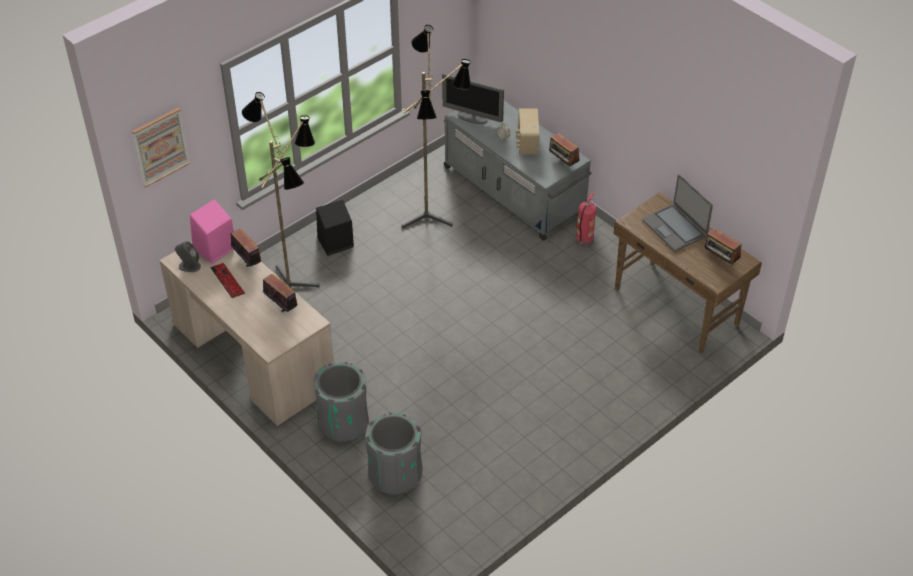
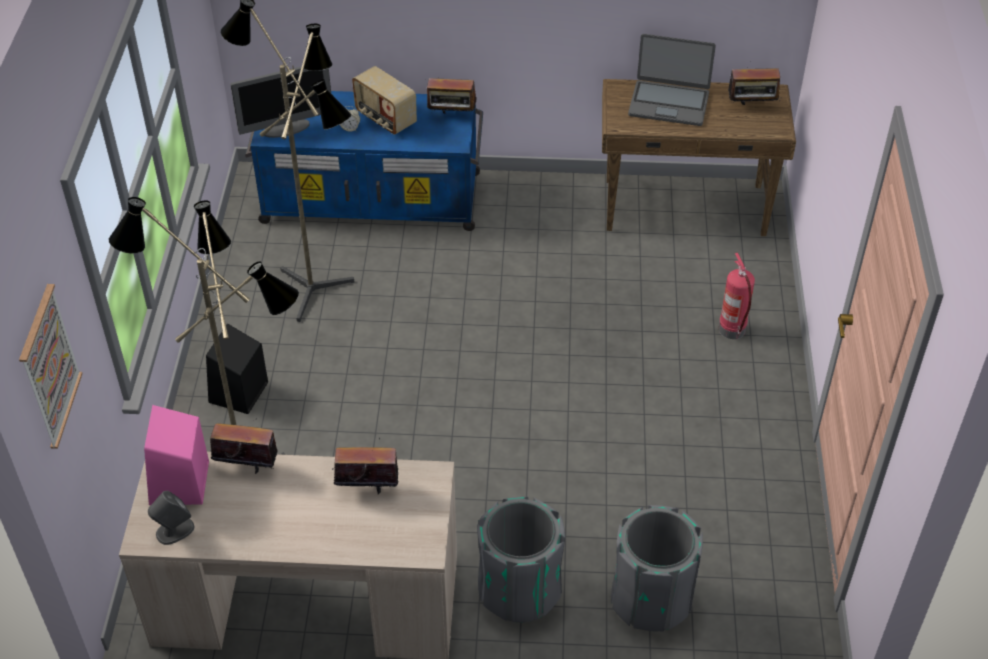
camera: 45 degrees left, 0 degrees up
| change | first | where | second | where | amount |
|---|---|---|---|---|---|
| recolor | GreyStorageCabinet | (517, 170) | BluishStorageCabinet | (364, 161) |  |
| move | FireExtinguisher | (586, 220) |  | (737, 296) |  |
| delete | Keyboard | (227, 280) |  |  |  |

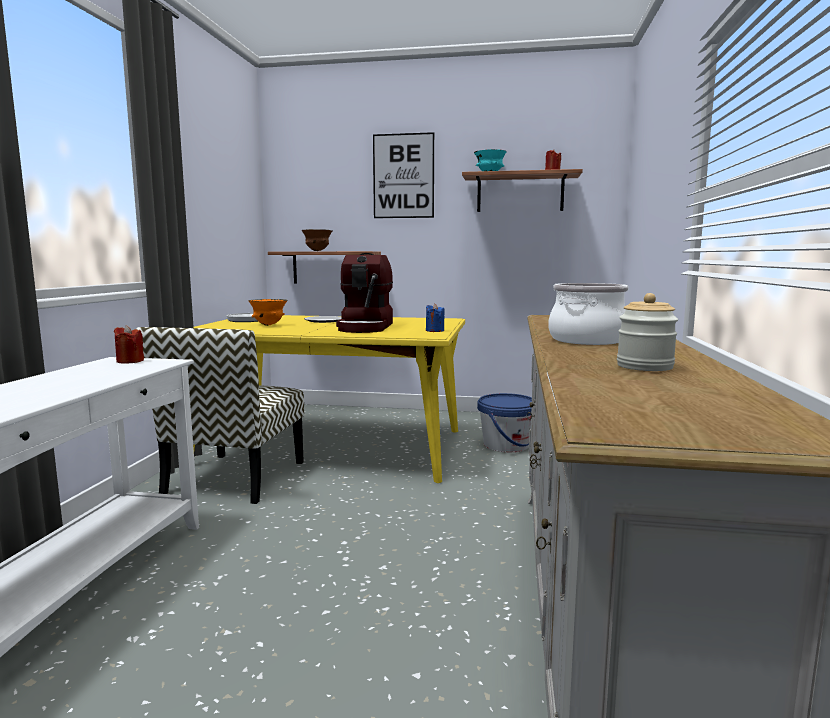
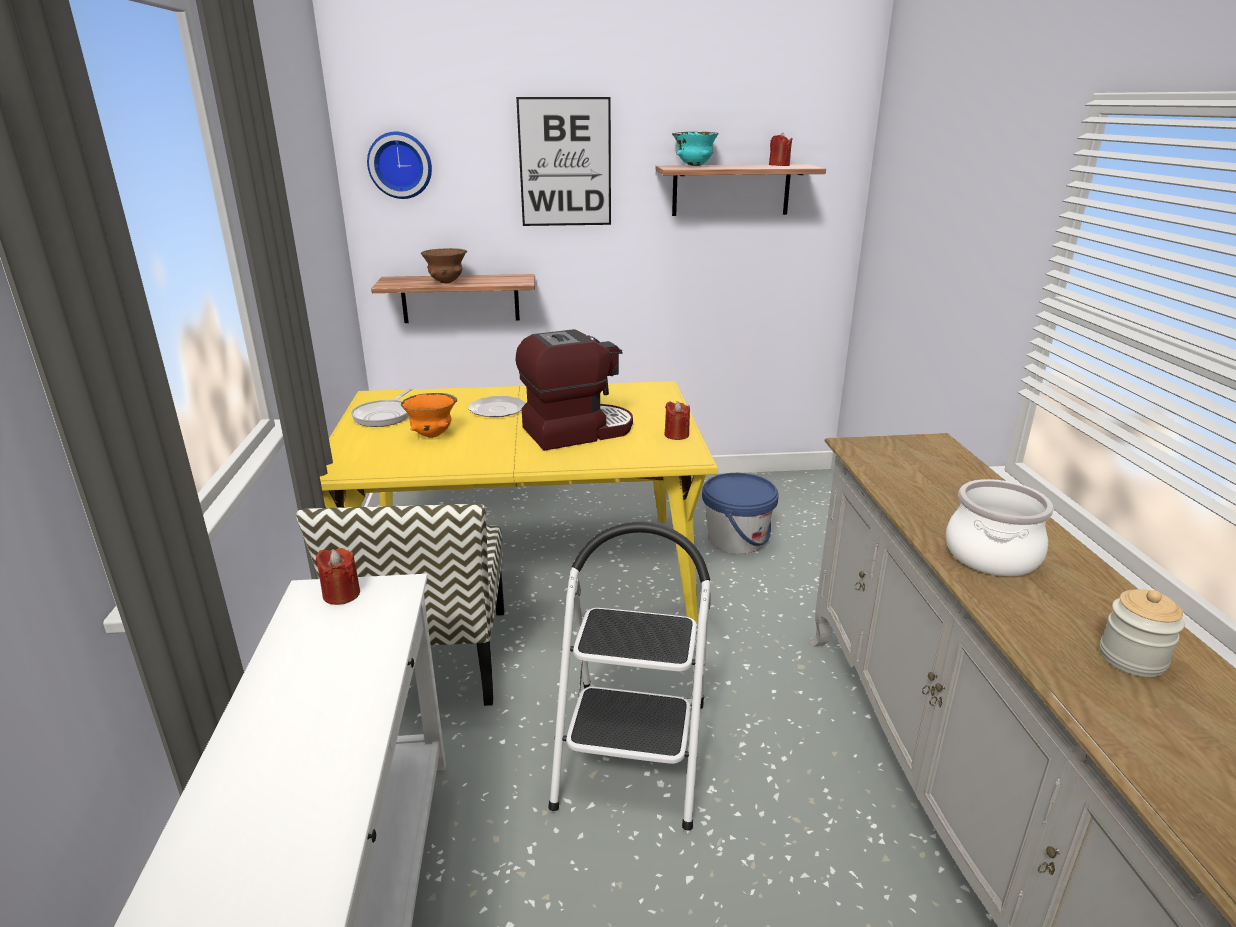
camera: 15 degrees left, 15 degrees up
| change | first | where | second | where | amount |
|---|---|---|---|---|---|
| rotate | CoffeeMachine | (364, 293) |  | (574, 390) | 105 degrees counterclockwise |
| recolor | BluishWaxCandle | (435, 317) | RedWaxCandle | (677, 420) |  |
| insert |  |  | ClockOnTheWall | (399, 165) |  |
| insert |  |  | Stepladder | (629, 676) |  |

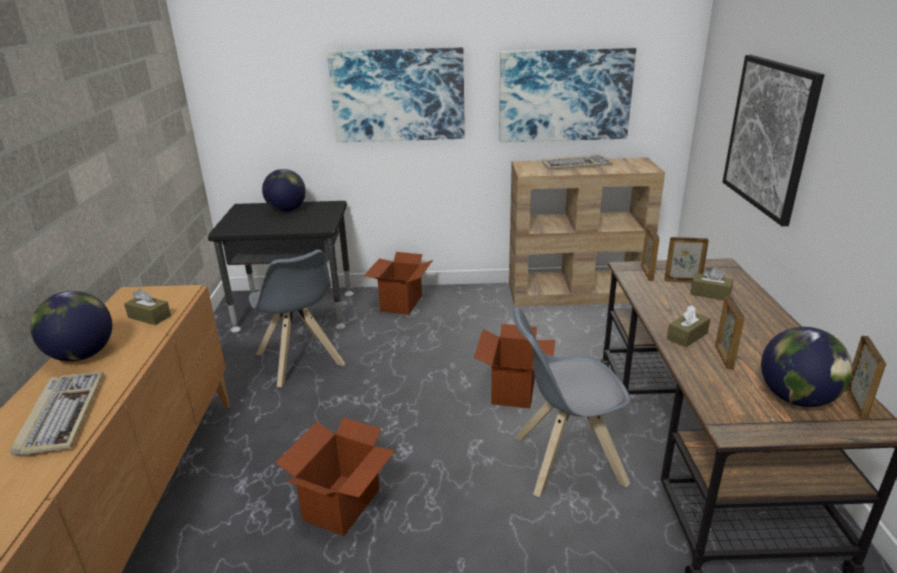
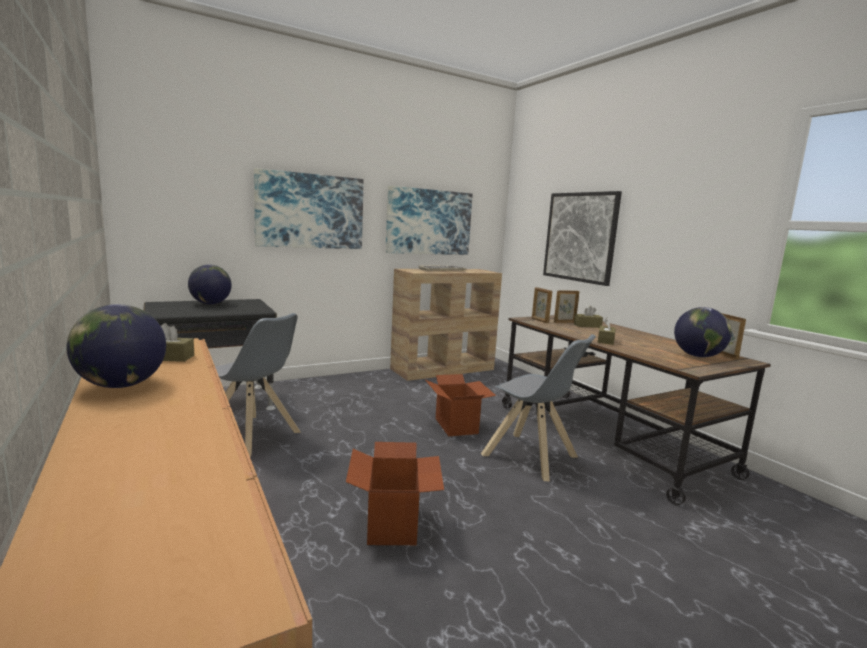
camera: 30 degrees left, 15 degrees down
| change | first | where | second | where | amount |
|---|---|---|---|---|---|
| delete | PackingBox | (398, 283) |  |  |  |
| delete | StandingFrame | (730, 332) |  |  |  |
| rotate | GreyUprightChair | (572, 402) |  | (538, 407) | 105 degrees counterclockwise |
| delete | Keyboard | (57, 413) |  |  |  |

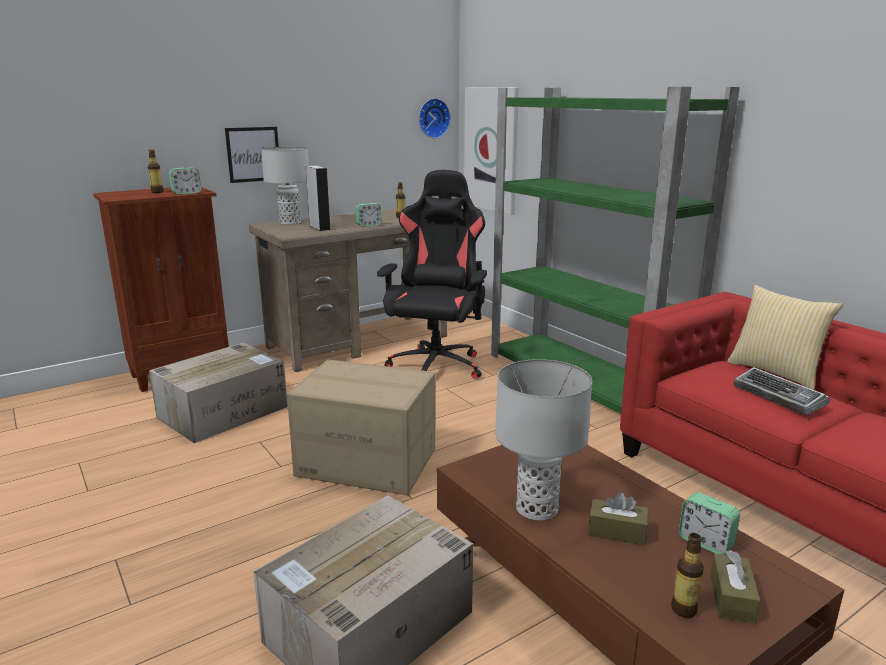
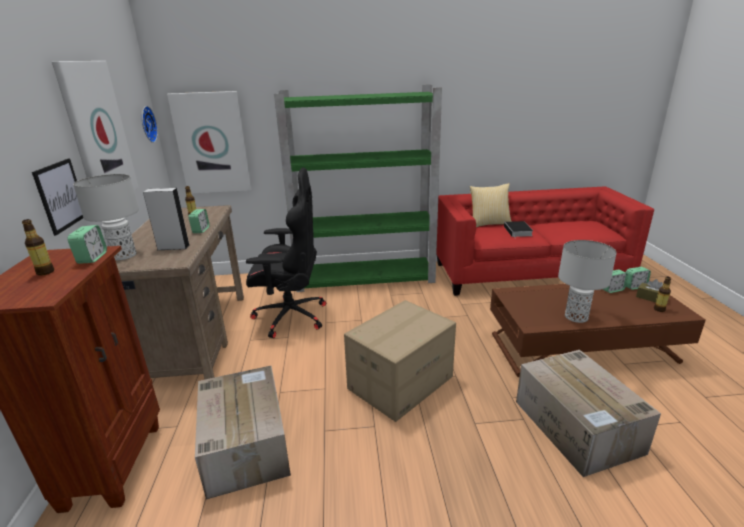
camera: 60 degrees left, 5 degrees up
| change | first | where | second | where | amount |
|---|---|---|---|---|---|
| rotate | BlackColouredComputerChair | (432, 274) |  | (286, 252) | 135 degrees clockwise |
| replace | Keyboard | (782, 391) | Book | (518, 230) |  |
| delete | BrownTissueBox | (618, 518) |  |  |  |
| insert |  |  | Picture | (95, 125) |  |
| insert |  |  | TableClock | (638, 278) |  |

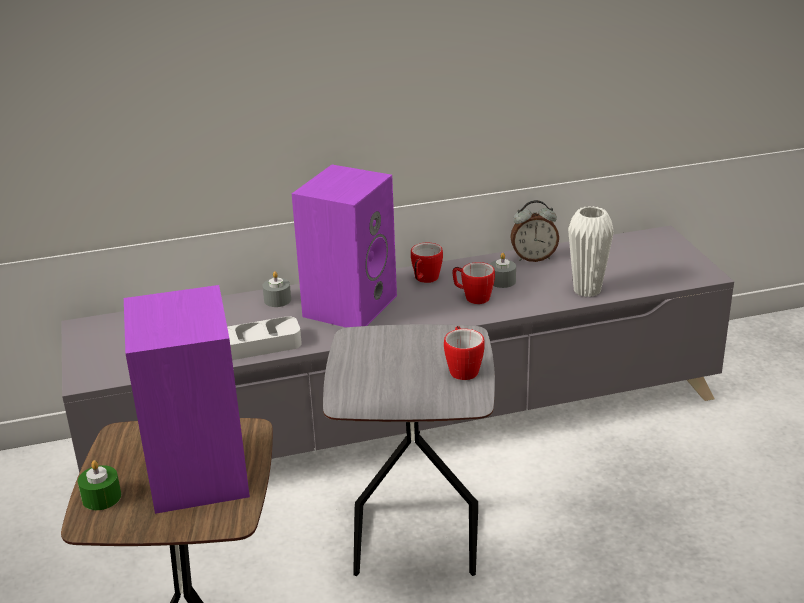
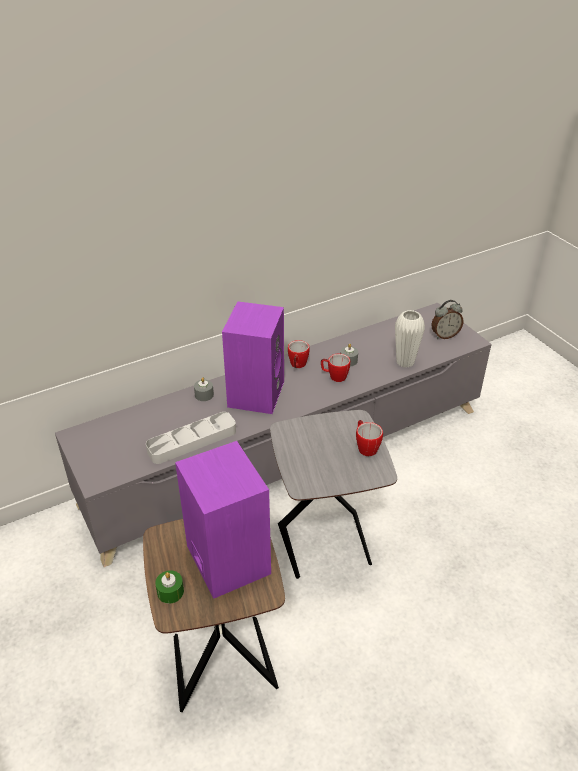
camera: 15 degrees left, 10 degrees up
| change | first | where | second | where | amount |
|---|---|---|---|---|---|
| move | TableClock | (535, 231) |  | (447, 319) |  |

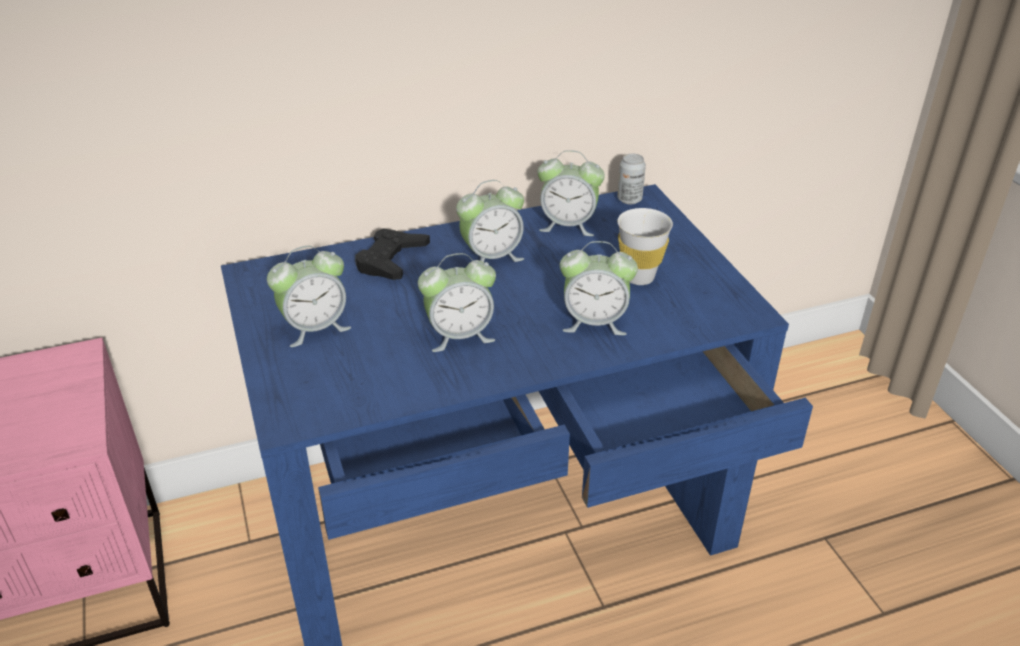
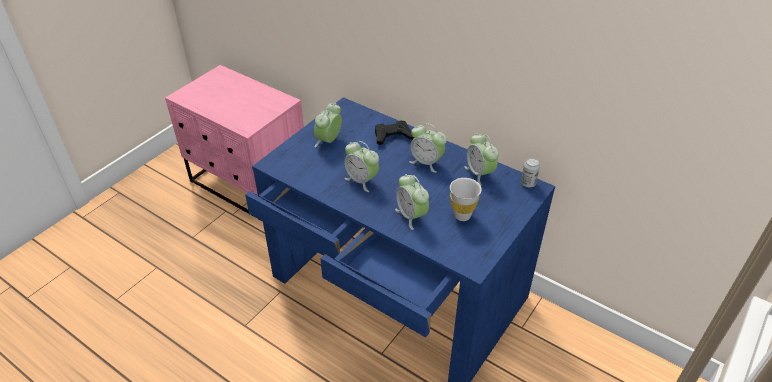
camera: 55 degrees right, 5 degrees up
| change | first | where | second | where | amount |
|---|---|---|---|---|---|
| rotate | TableClock | (309, 296) |  | (328, 125) | 90 degrees clockwise |

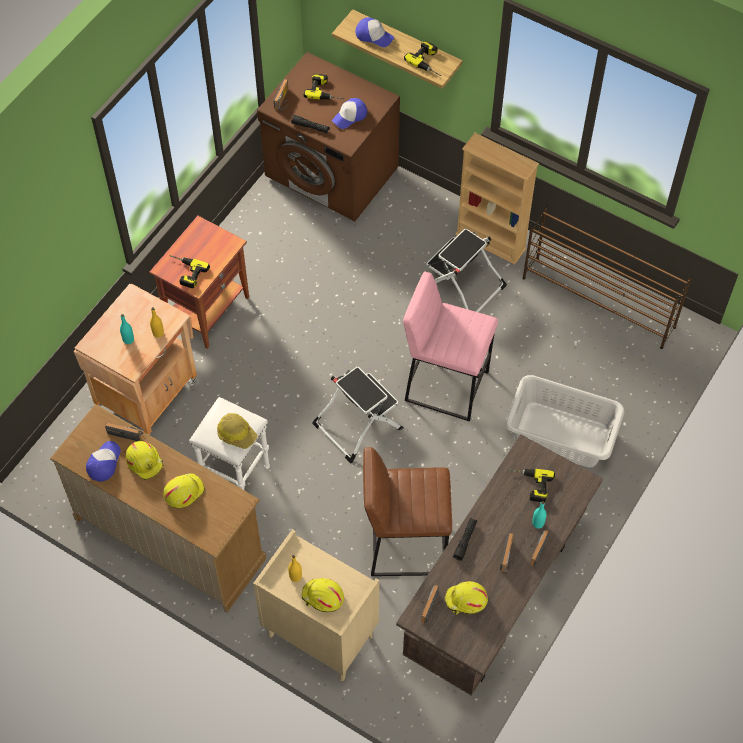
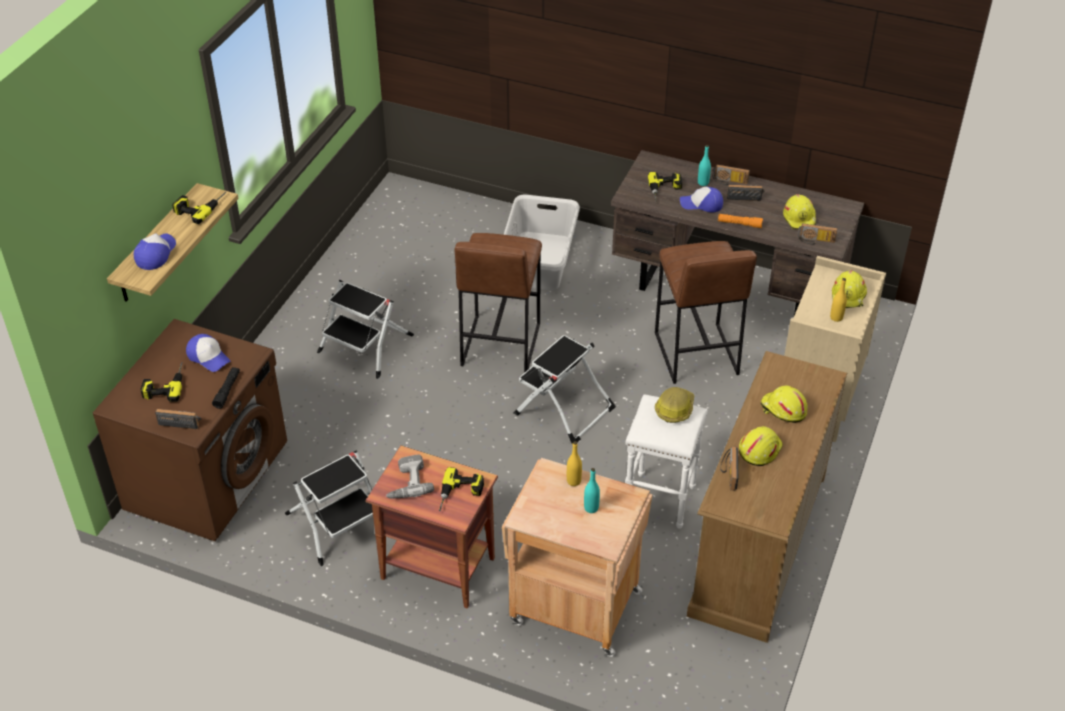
camera: 100 degrees left, 15 degrees down
| change | first | where | second | where | amount |
|---|---|---|---|---|---|
| delete | BeigeColouredShelvingUnit | (497, 199) |  |  |  |
| delete | BrownShoeStand | (607, 276) |  |  |  |
| recolor | PinkishStoolSeat | (450, 346) | BrownStoolSeat | (498, 303) |  |
| move | PeakedCap | (103, 461) |  | (701, 199) |  |
| recolor | BlackColouredTorch | (465, 539) | OrangeTorch | (740, 221) |  |
| insert |  |  | Stepladder | (329, 508) |  |
| insert |  |  | Drill | (410, 477) |  |

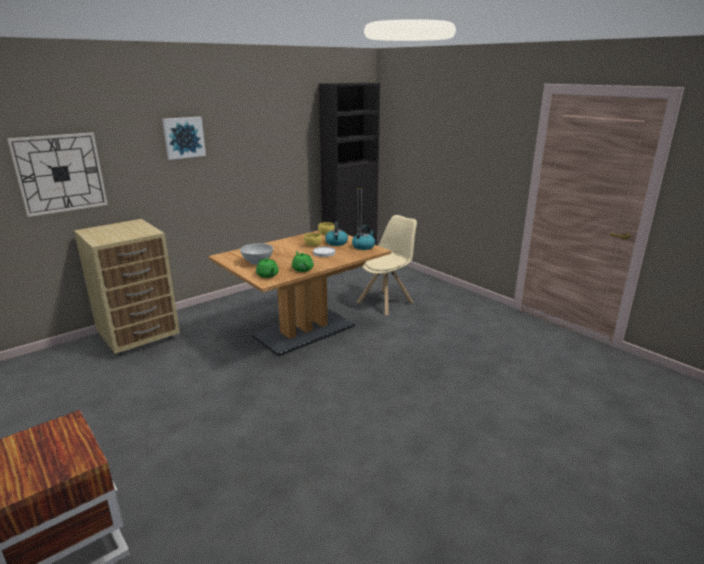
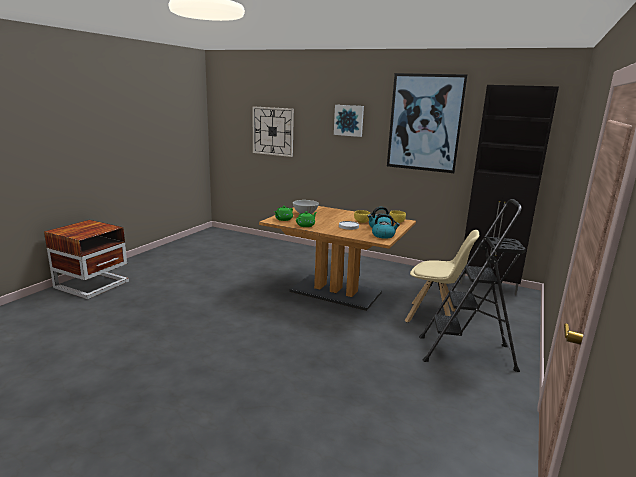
camera: 65 degrees right, 5 degrees down
| change | first | where | second | where | amount |
|---|---|---|---|---|---|
| delete | BrownChestOfDrawers | (127, 287) |  |  |  |
| insert |  |  | Picture | (427, 123) |  |
| insert |  |  | Stepladder | (472, 285) |  |

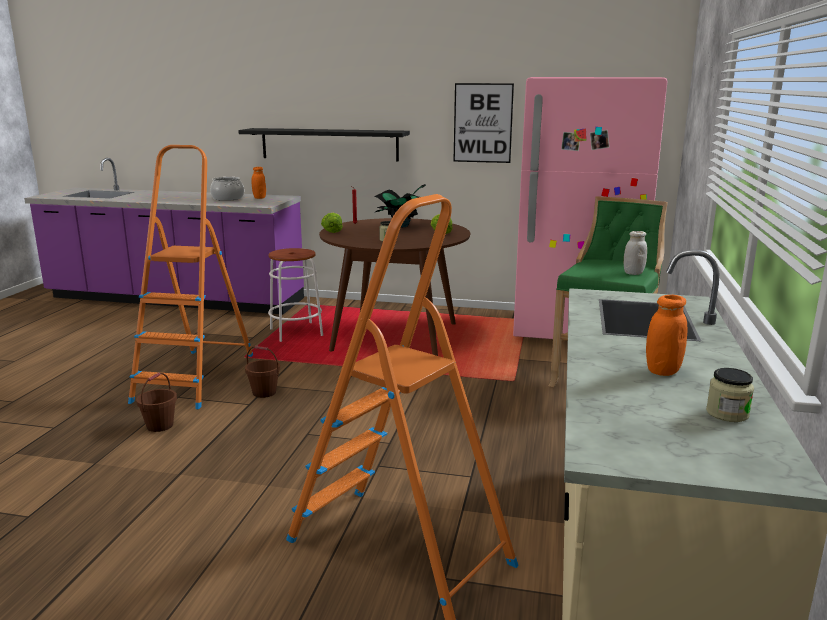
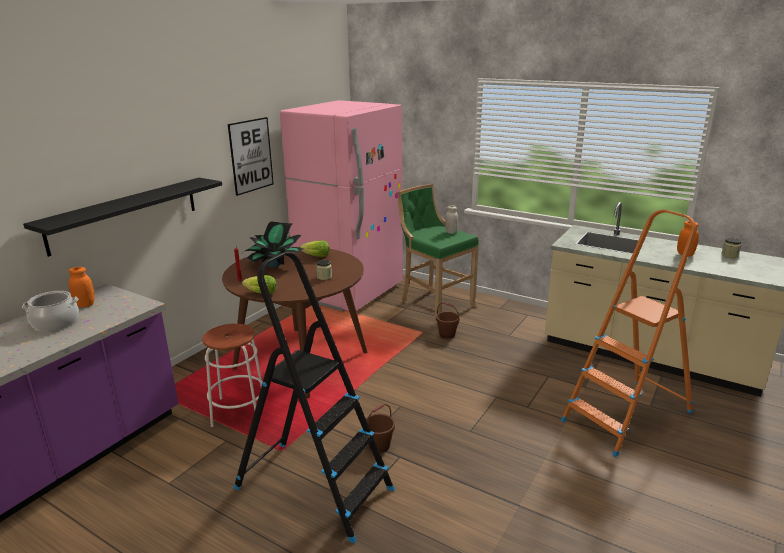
camera: 70 degrees left, 5 degrees up
| change | first | where | second | where | amount |
|---|---|---|---|---|---|
| recolor | OrangeStepladder | (190, 277) | BlackColouredStepladder | (314, 397) |  |
| move | BrownBucket | (156, 402) |  | (448, 320) |  |

